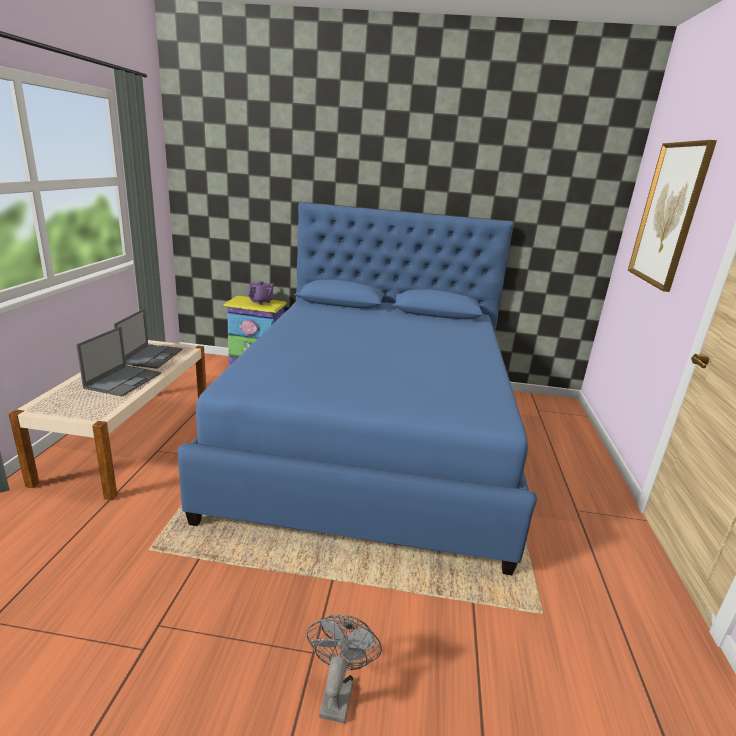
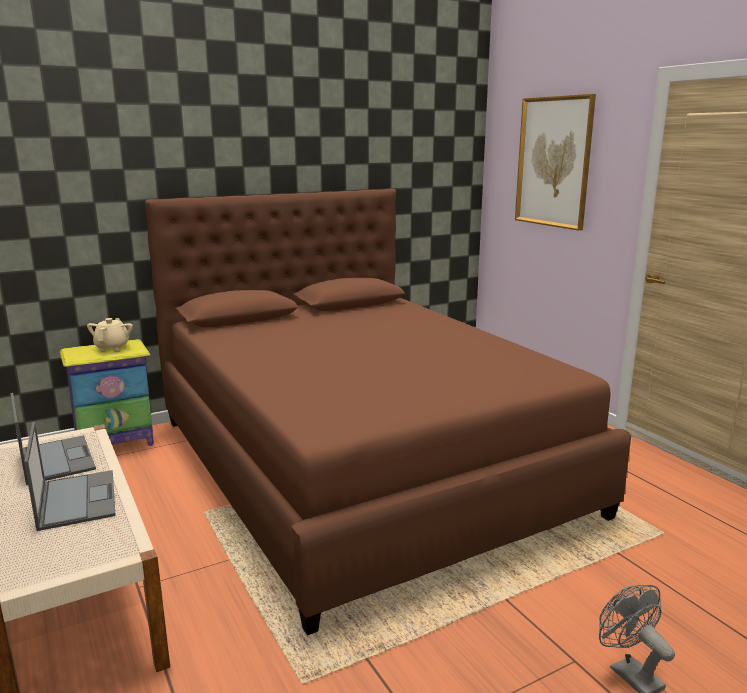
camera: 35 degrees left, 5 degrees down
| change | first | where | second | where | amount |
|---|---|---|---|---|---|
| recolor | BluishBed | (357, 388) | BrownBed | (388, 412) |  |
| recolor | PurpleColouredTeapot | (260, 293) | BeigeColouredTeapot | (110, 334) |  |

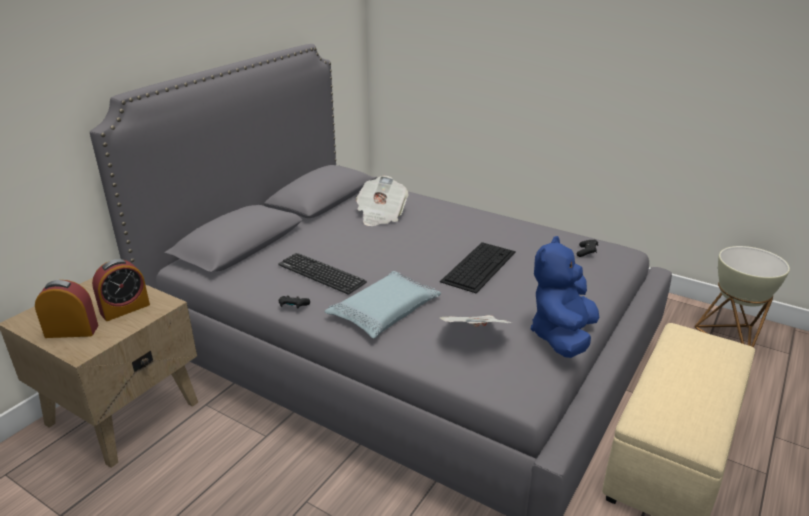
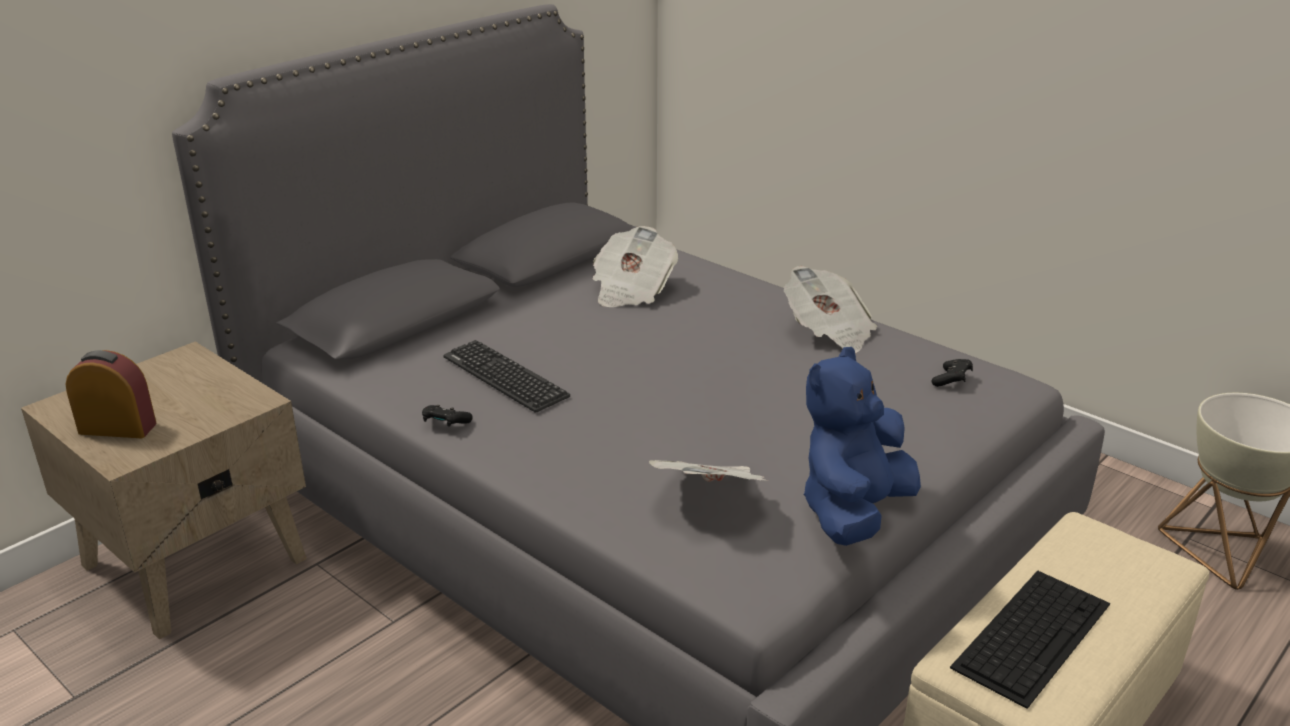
camera: 10 degrees right, 0 degrees up
| change | first | where | second | where | amount |
|---|---|---|---|---|---|
| move | Keyboard | (478, 267) |  | (1030, 639) |  |
| delete | TableClock | (121, 290) |  |  |  |
| delete | BluishPillow | (383, 304) |  |  |  |
| insert |  |  | Newspaper | (830, 309) |  |

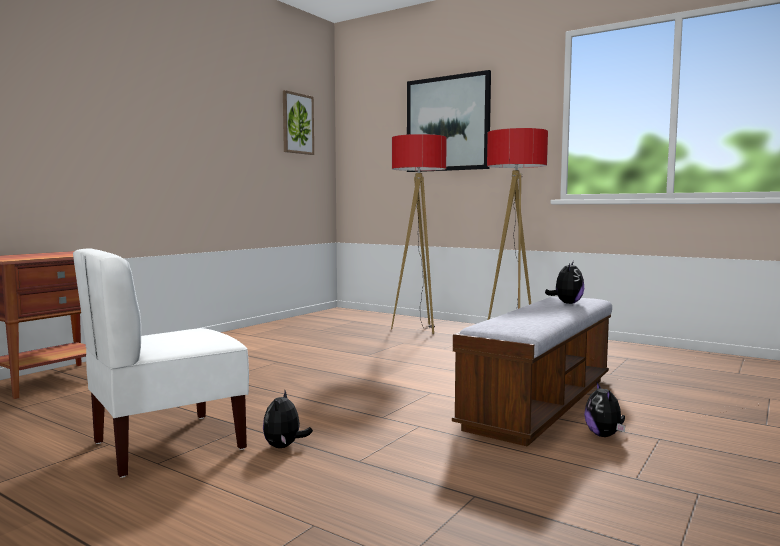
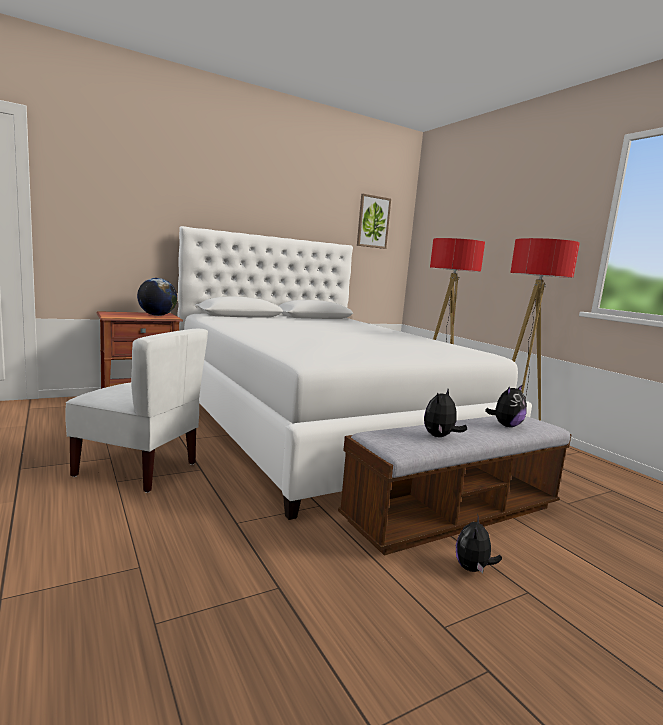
camera: 25 degrees right, 5 degrees up
| change | first | where | second | where | amount |
|---|---|---|---|---|---|
| delete | Picture | (449, 121) |  |  |  |
| rotate | WhiteColouredUprightChair | (161, 363) |  | (136, 411) | 150 degrees counterclockwise |
| move | CuddlyToy | (288, 419) |  | (445, 413) |  |
| insert |  |  | WhiteColouredBed | (354, 373) |  |
| insert |  |  | WorldGlobe | (157, 297) |  |

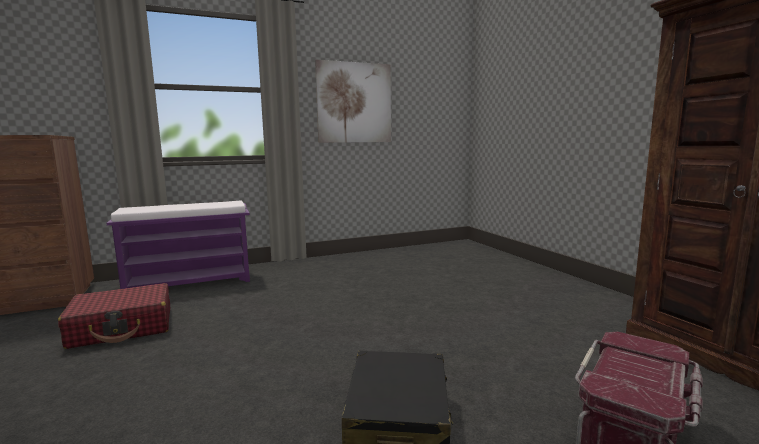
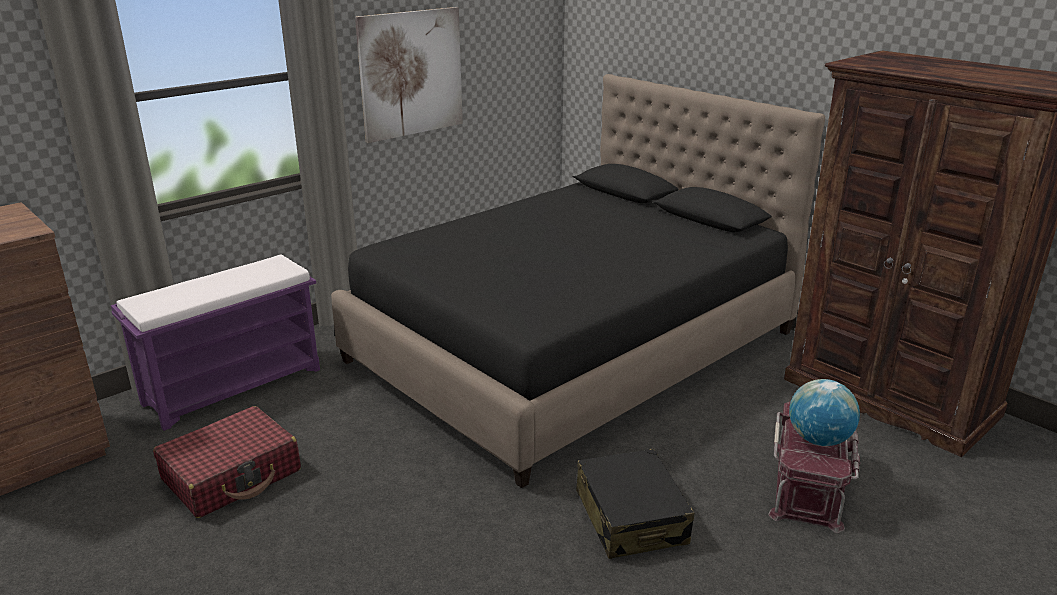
camera: 20 degrees left, 15 degrees up
| change | first | where | second | where | amount |
|---|---|---|---|---|---|
| insert |  |  | BlackColouredBed | (578, 281) |  |
| insert |  |  | WorldGlobe | (824, 412) |  |

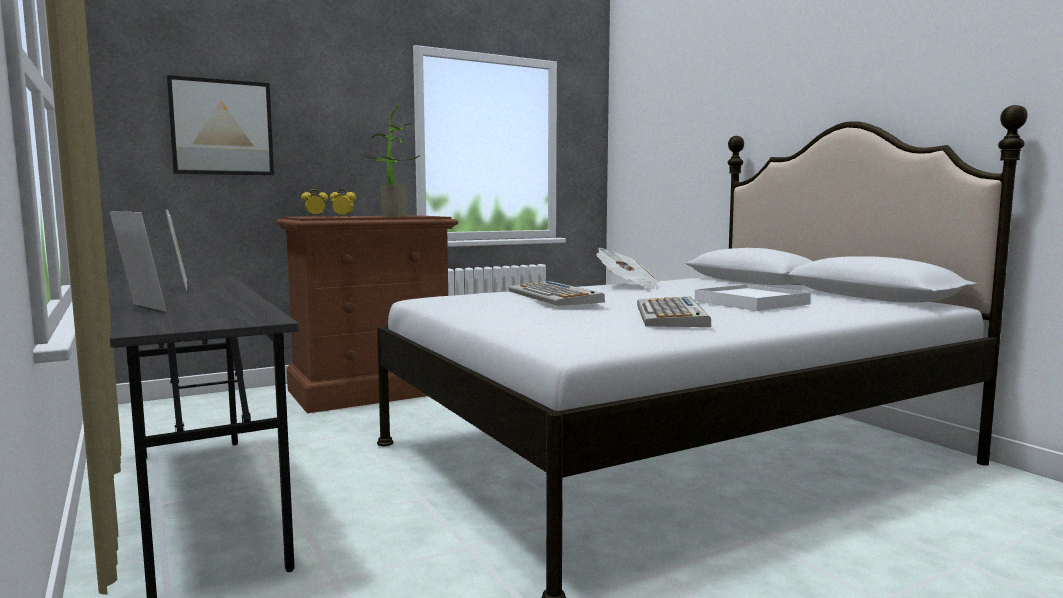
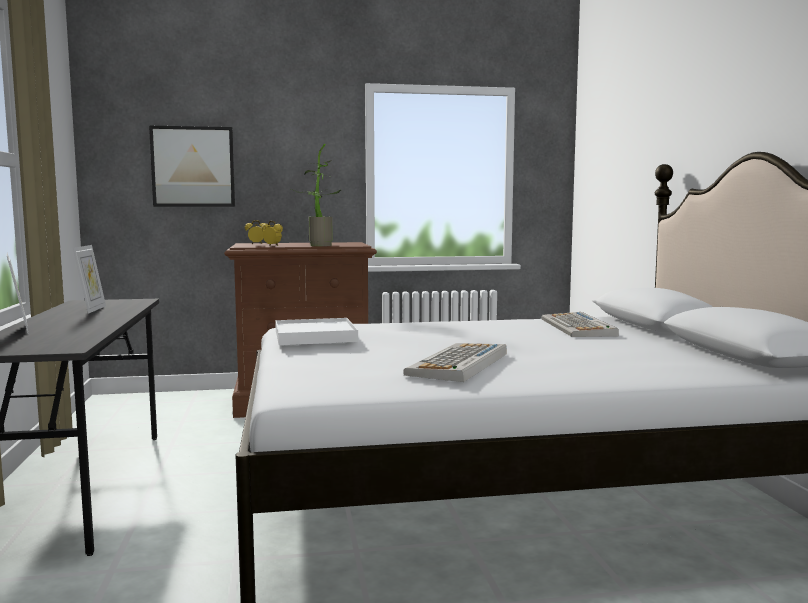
camera: 20 degrees right, 0 degrees up
| change | first | where | second | where | amount |
|---|---|---|---|---|---|
| delete | Newspaper | (628, 269) |  |  |  |
| move | Keyboard | (557, 293) |  | (580, 324) |  |
| move | WhiteColouredServingTray | (753, 297) |  | (316, 331) |  |

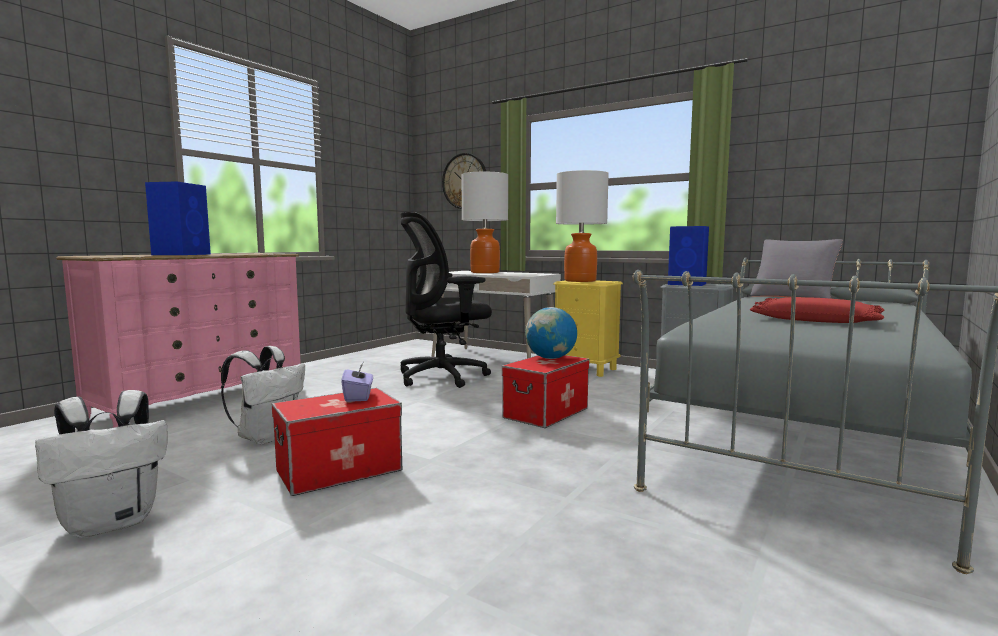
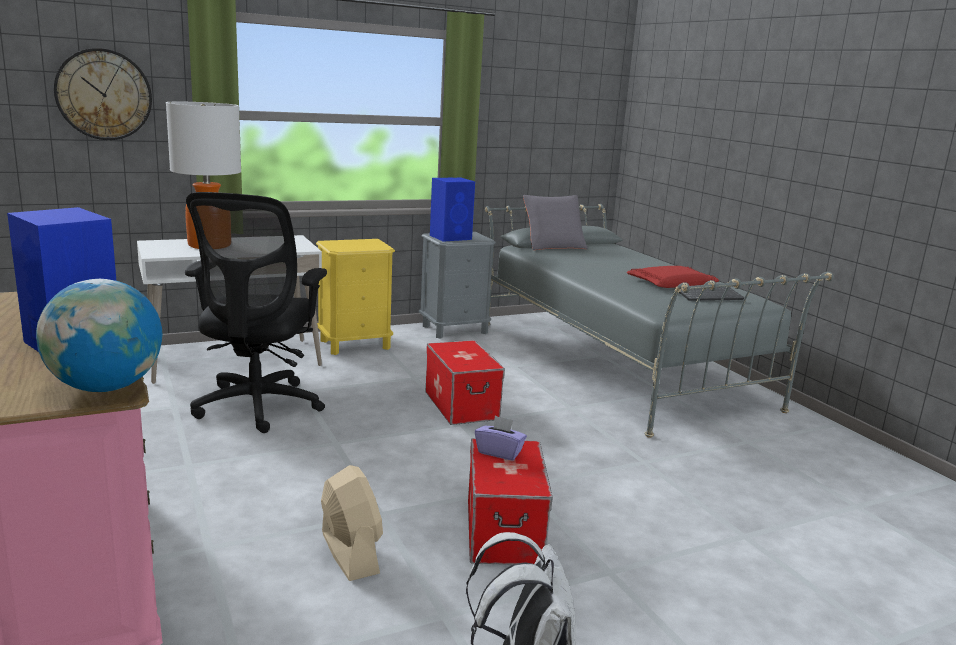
camera: 60 degrees left, 10 degrees up
| change | first | where | second | where | amount |
|---|---|---|---|---|---|
| delete | LampForATable | (582, 226) |  |  |  |
| move | WorldGlobe | (551, 333) |  | (99, 335) |  |
| replace | WhiteColouredRucksack | (263, 395) | BeigeColouredCoolingFan | (352, 523) |  |
| insert |  |  | Keyboard | (712, 294) |  |

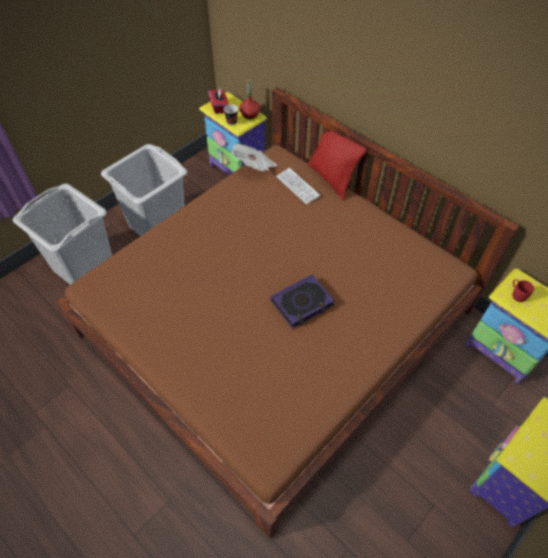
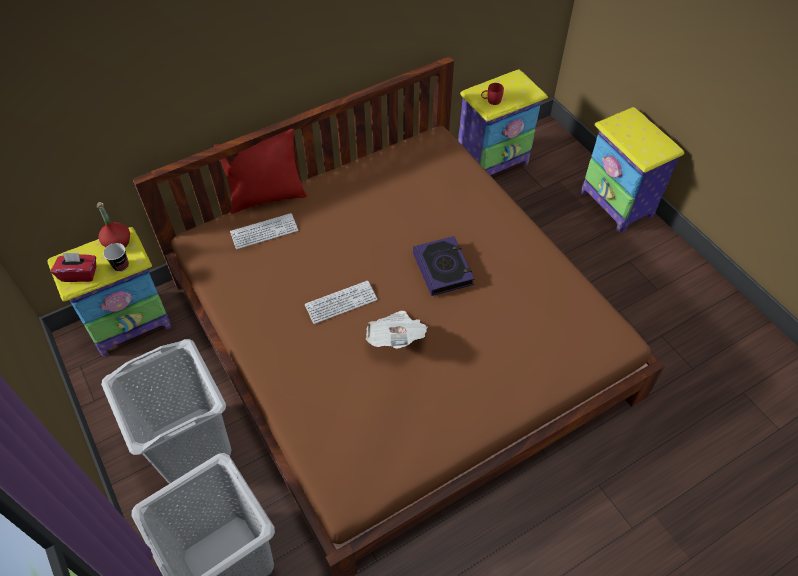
camera: 75 degrees left, 0 degrees up
| change | first | where | second | where | amount |
|---|---|---|---|---|---|
| move | Newspaper | (254, 158) |  | (397, 330) |  |
| insert |  |  | Keyboard | (341, 302) |  |

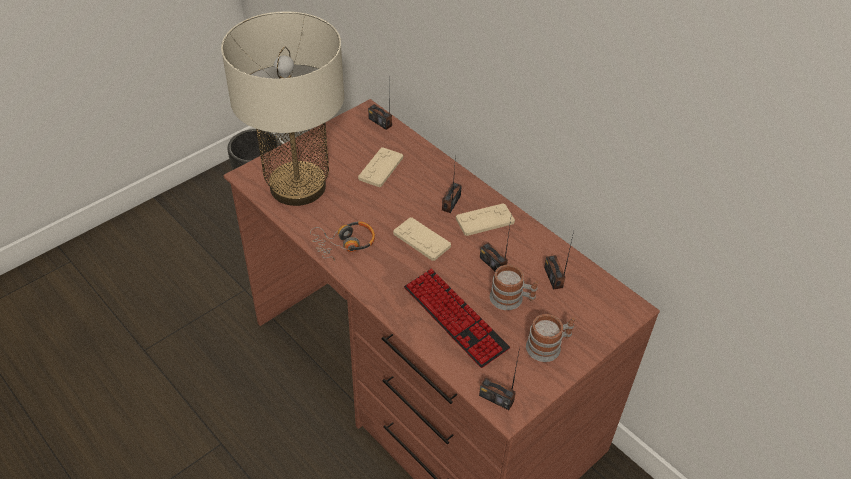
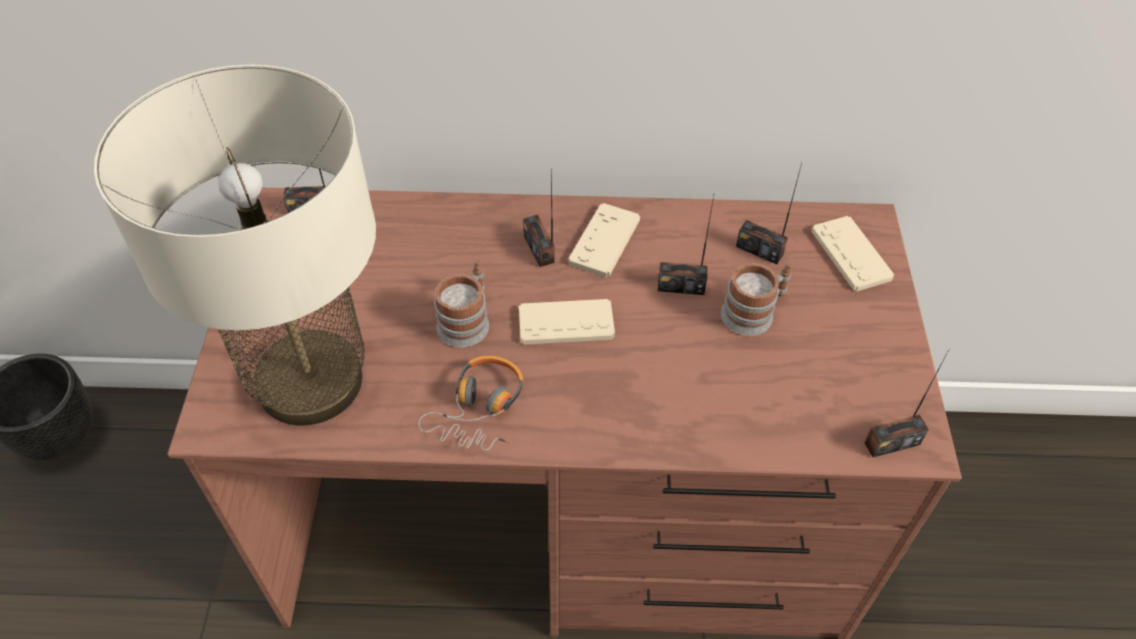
camera: 45 degrees left, 5 degrees up
| change | first | where | second | where | amount |
|---|---|---|---|---|---|
| move | BeigeColouredJoypad | (380, 167) |  | (853, 253) |  |
| delete | Keyboard | (457, 318) |  |  |  |
| move | TeaMug | (550, 338) |  | (462, 303) |  |

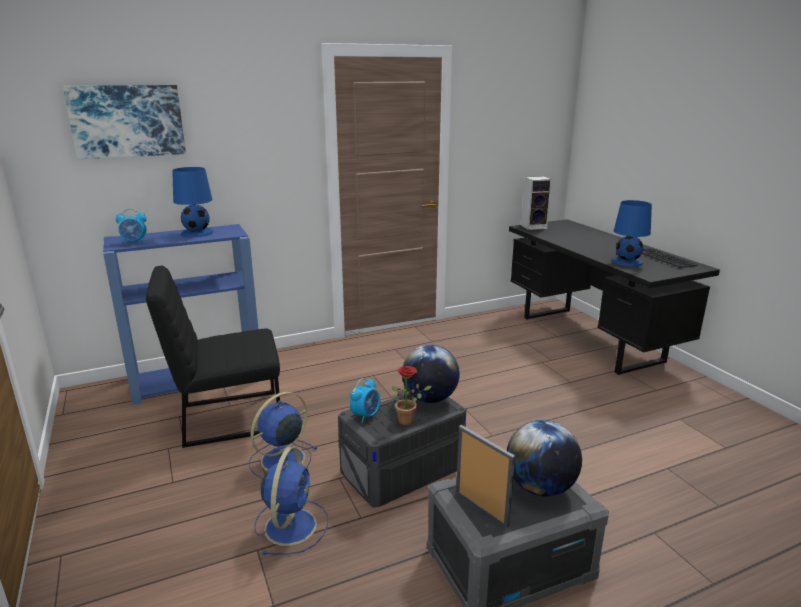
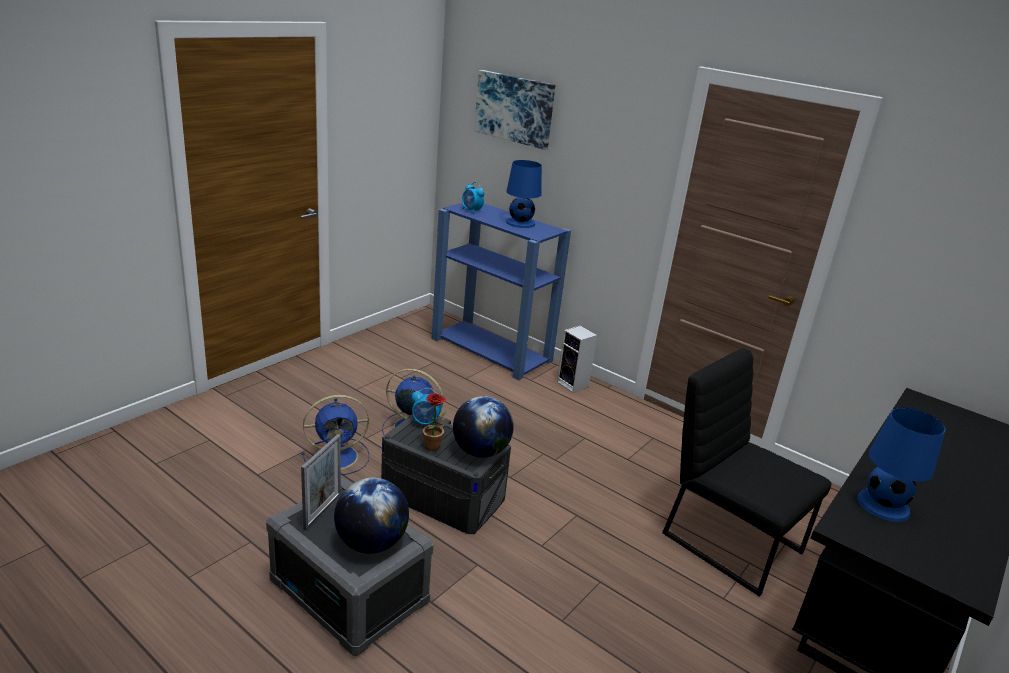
camera: 60 degrees right, 5 degrees up
| change | first | where | second | where | amount |
|---|---|---|---|---|---|
| move | Loudspeaker | (536, 203) |  | (577, 359) |  |
| delete | Keyboard | (670, 258) |  |  |  |
| move | BlackColouredUprightChair | (213, 357) |  | (747, 472) |  |

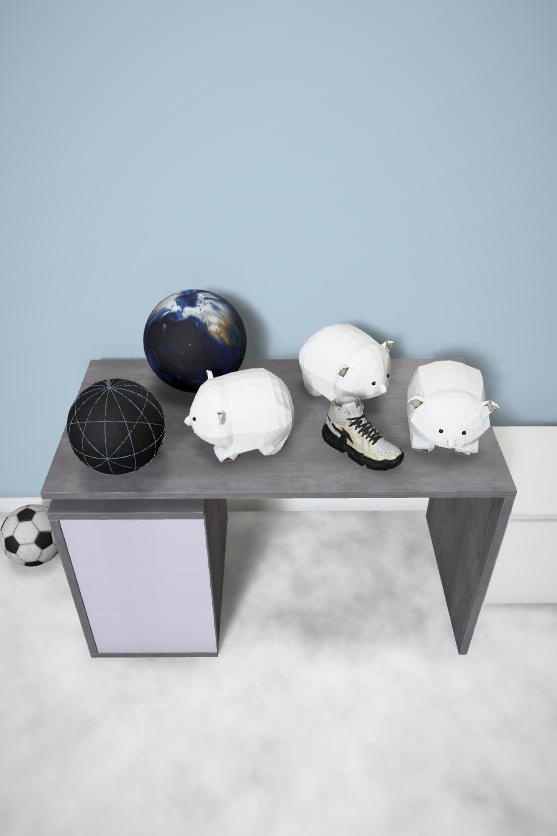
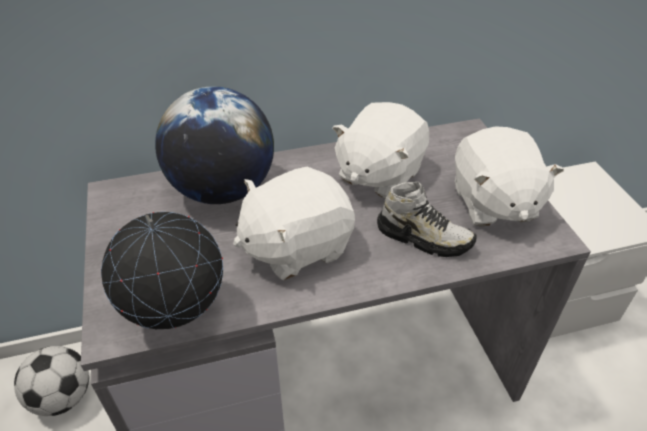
camera: 15 degrees left, 5 degrees up
| change | first | where | second | where | amount |
|---|---|---|---|---|---|
| rotate | WhiteColouredCuddlyToy | (346, 363) |  | (380, 150) | 90 degrees clockwise |

